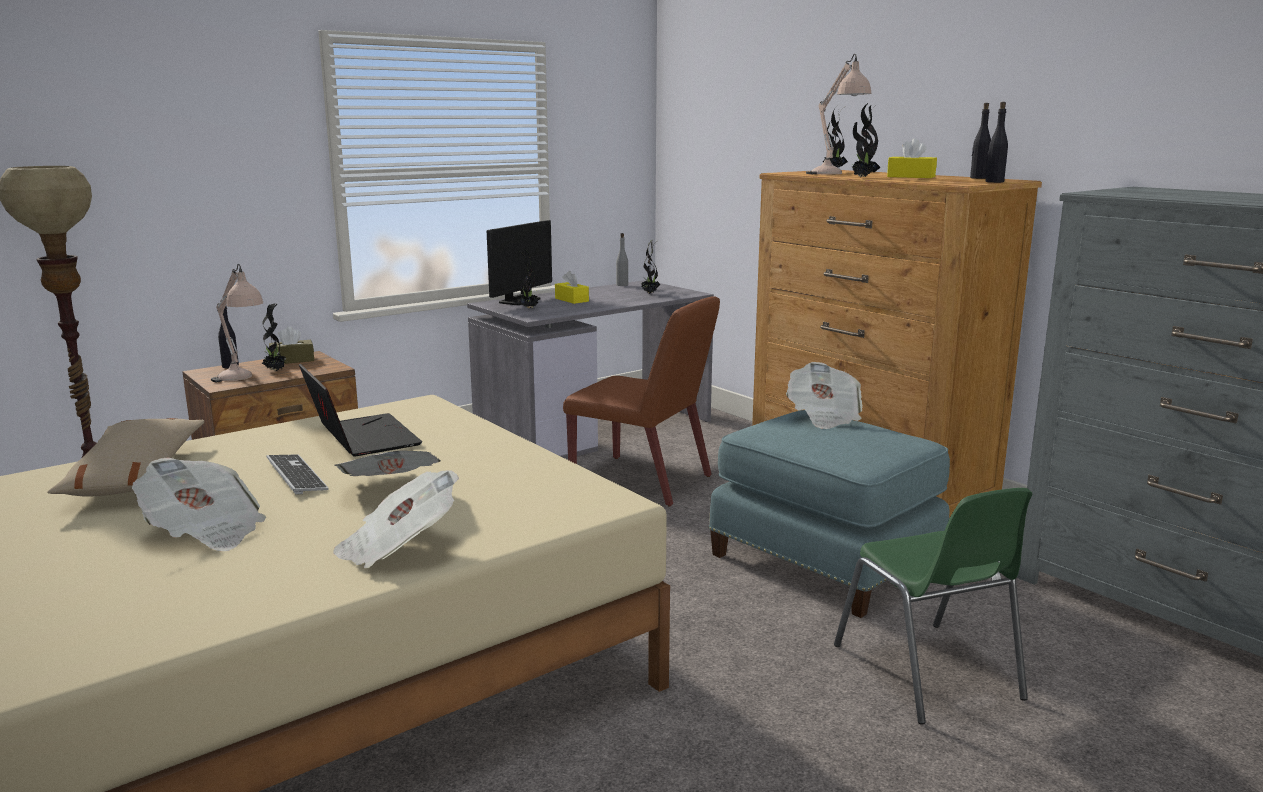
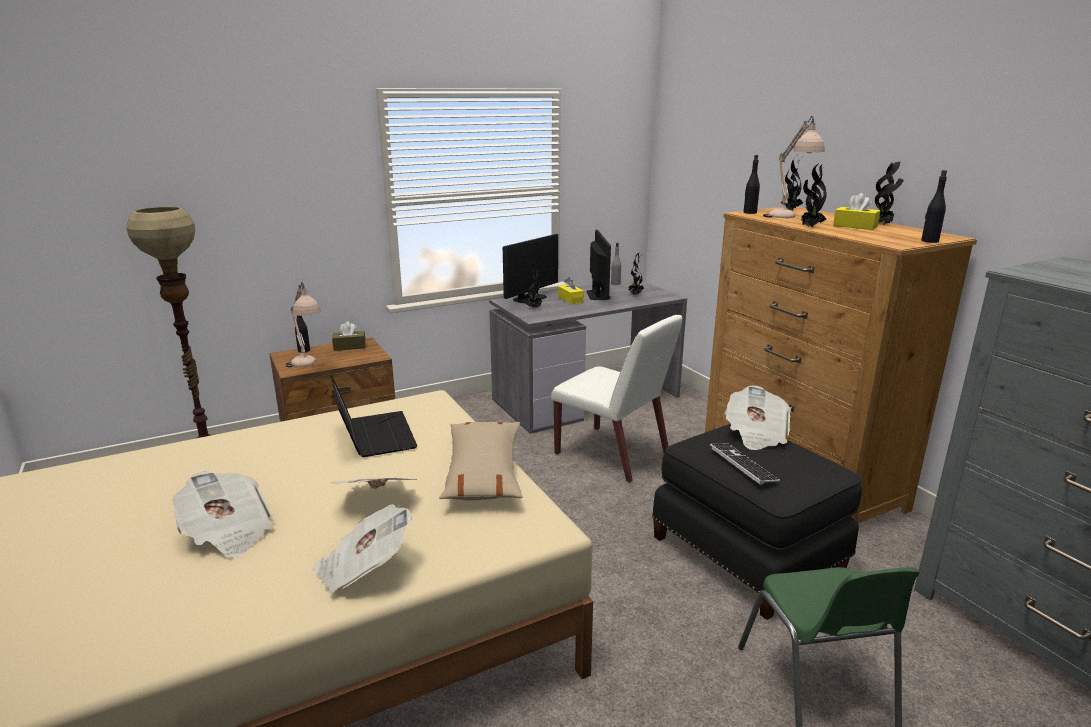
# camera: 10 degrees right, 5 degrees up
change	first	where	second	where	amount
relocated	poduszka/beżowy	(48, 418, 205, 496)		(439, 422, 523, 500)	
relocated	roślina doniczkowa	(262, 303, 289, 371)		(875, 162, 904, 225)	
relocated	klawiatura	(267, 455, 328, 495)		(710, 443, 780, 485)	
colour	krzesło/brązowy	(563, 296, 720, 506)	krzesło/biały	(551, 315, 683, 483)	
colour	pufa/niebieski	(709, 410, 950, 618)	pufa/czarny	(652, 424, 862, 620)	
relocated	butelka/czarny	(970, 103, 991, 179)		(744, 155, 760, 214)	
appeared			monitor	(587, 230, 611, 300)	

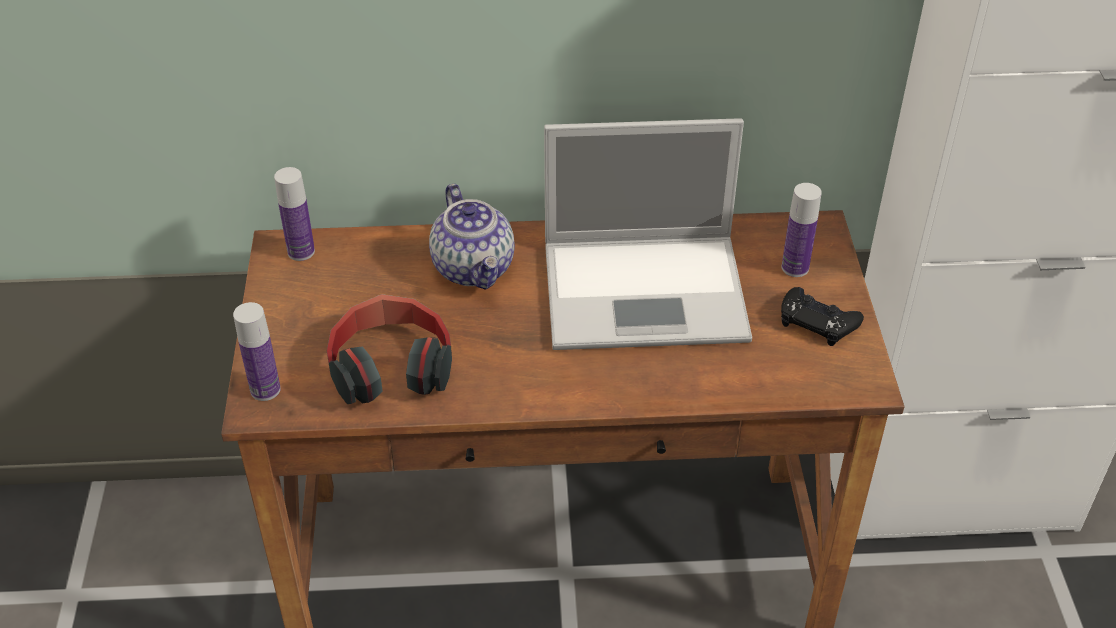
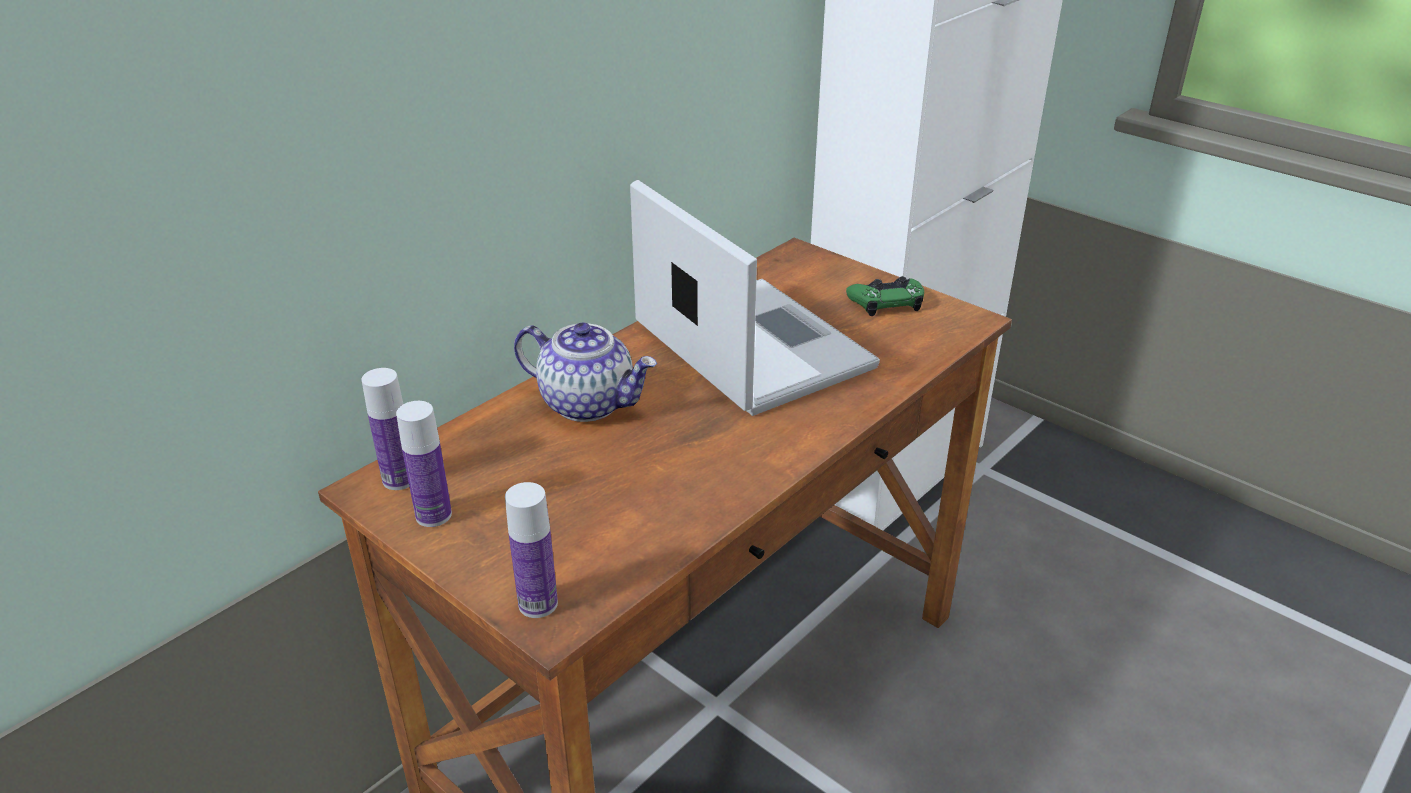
# camera: 45 degrees left, 10 degrees down
change	first	where	second	where	amount
missing	słuchawki	(327, 294, 452, 404)			
spun	laptop	(544, 118, 752, 350)		(630, 180, 880, 416)	75 degrees counterclockwise
colour	pad do gier/czarny	(781, 287, 864, 346)	pad do gier/zielony	(846, 276, 924, 316)	
relocated	butelka	(782, 183, 822, 277)		(396, 401, 452, 527)	

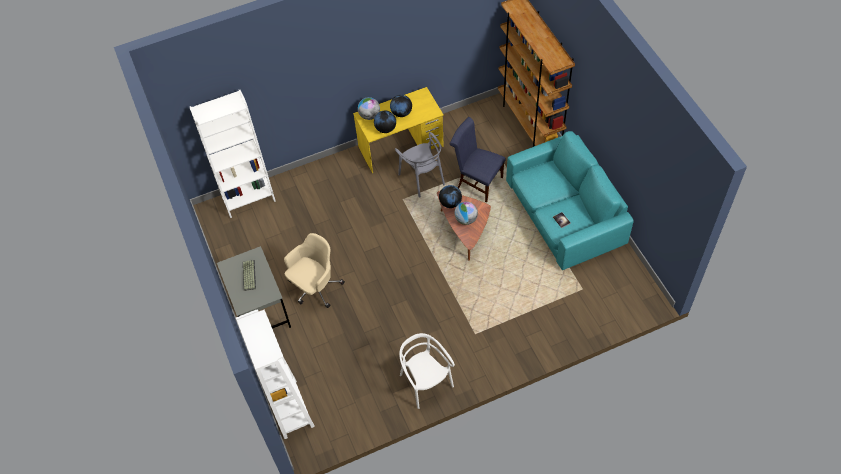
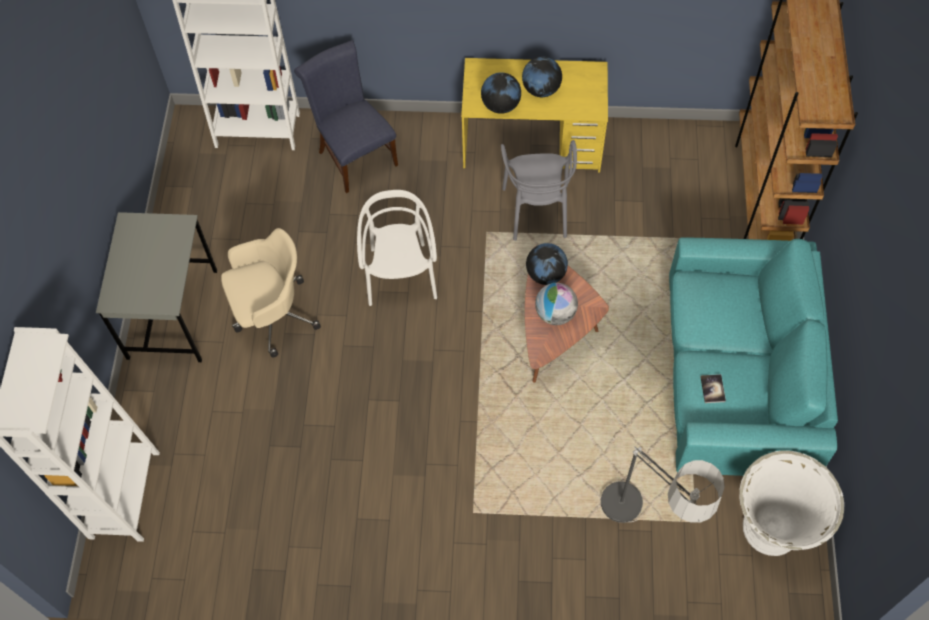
# camera: 25 degrees right, 5 degrees up
change	first	where	second	where	amount
missing	klawiatura	(243, 260, 256, 291)			
missing	globus	(358, 97, 380, 120)			
relocated	krzesło/biały	(399, 333, 455, 409)		(357, 190, 437, 306)	
relocated	krzesło/niebieski	(450, 117, 506, 202)		(294, 40, 398, 193)	
appeared			lampa stojąca	(601, 446, 725, 523)	
appeared			donica/biały	(739, 450, 844, 556)	

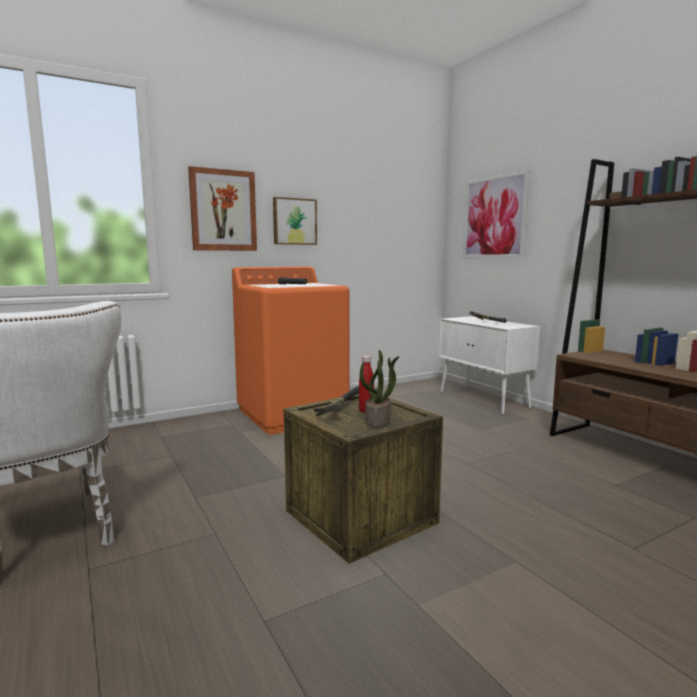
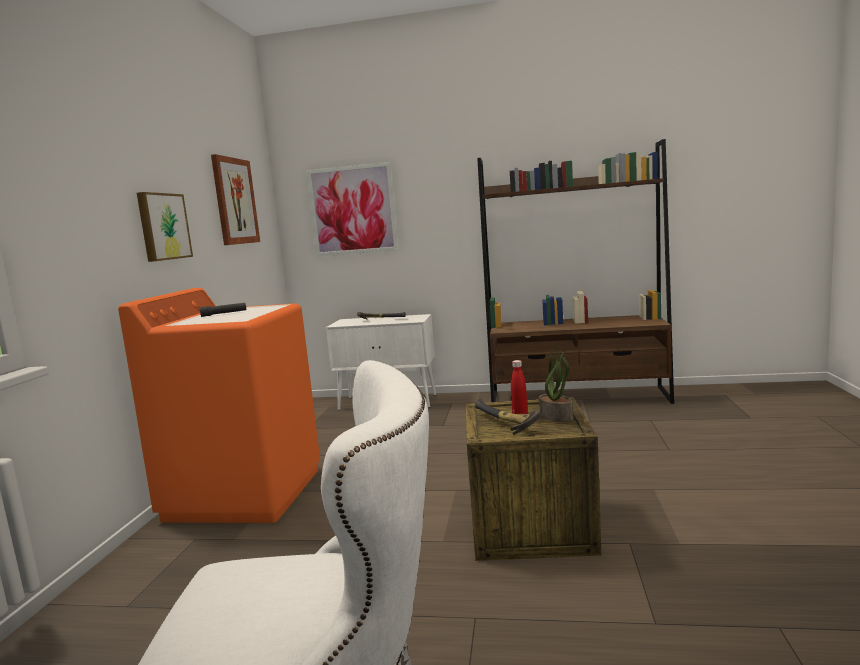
# camera: 50 degrees left, 0 degrees up
change	first	where	second	where	amount
relocated	obraz	(188, 166, 257, 251)		(211, 154, 260, 245)	

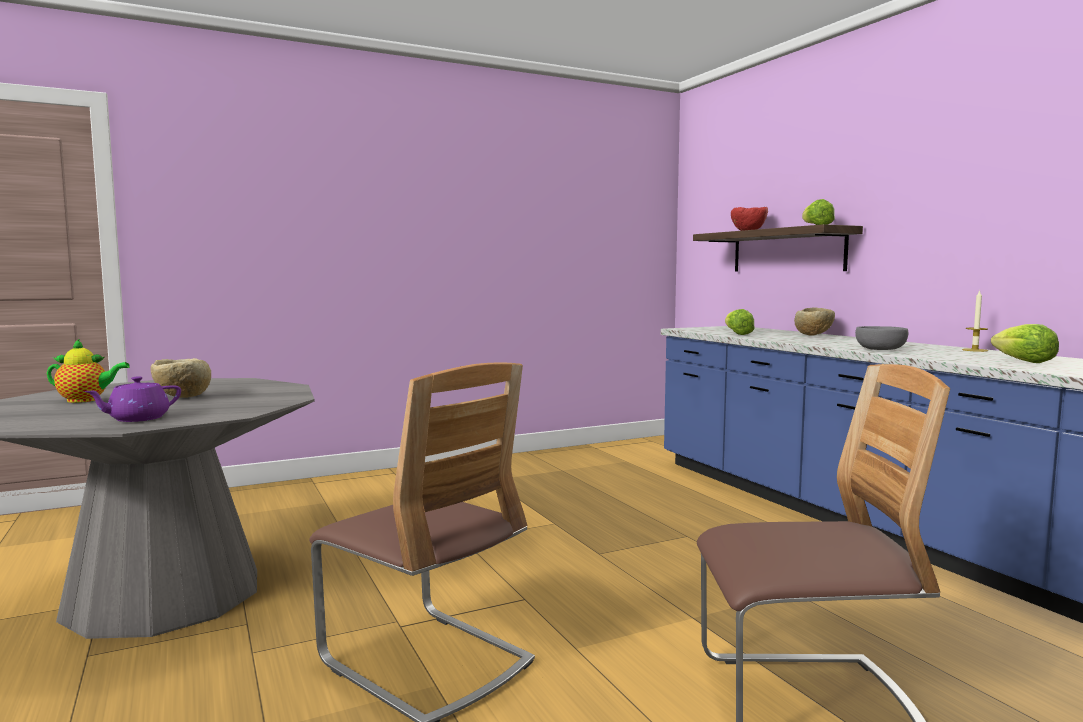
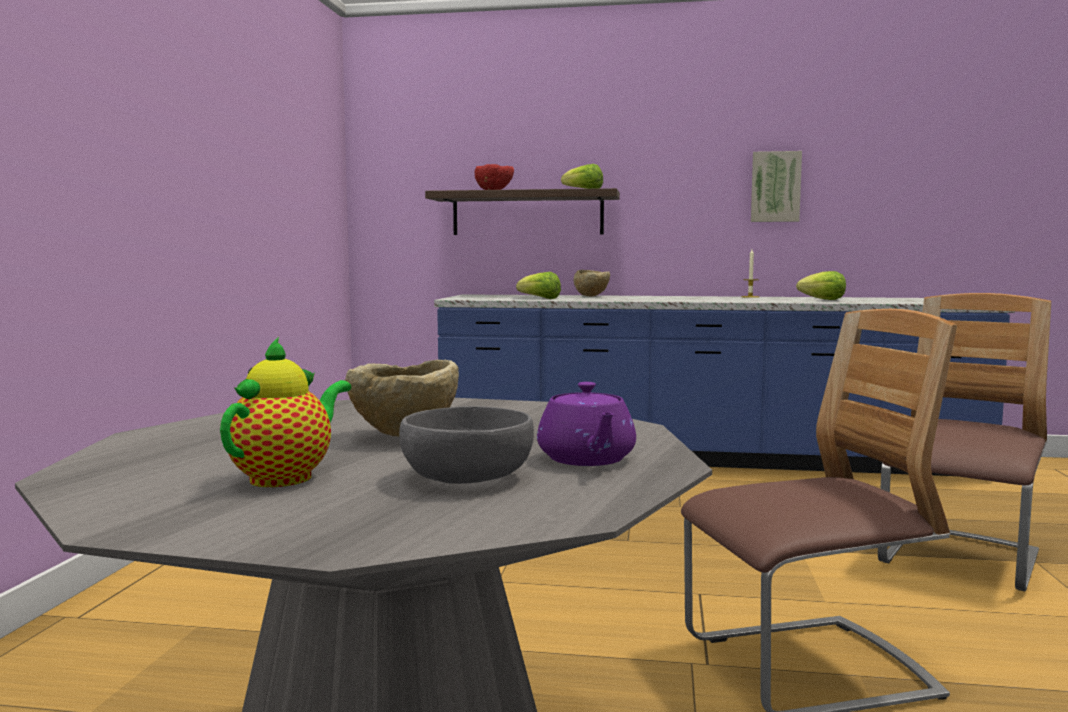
# camera: 55 degrees left, 0 degrees up
change	first	where	second	where	amount
relocated	miska/szary	(855, 326, 908, 350)		(399, 406, 534, 484)	
appeared			obraz	(751, 151, 802, 222)	

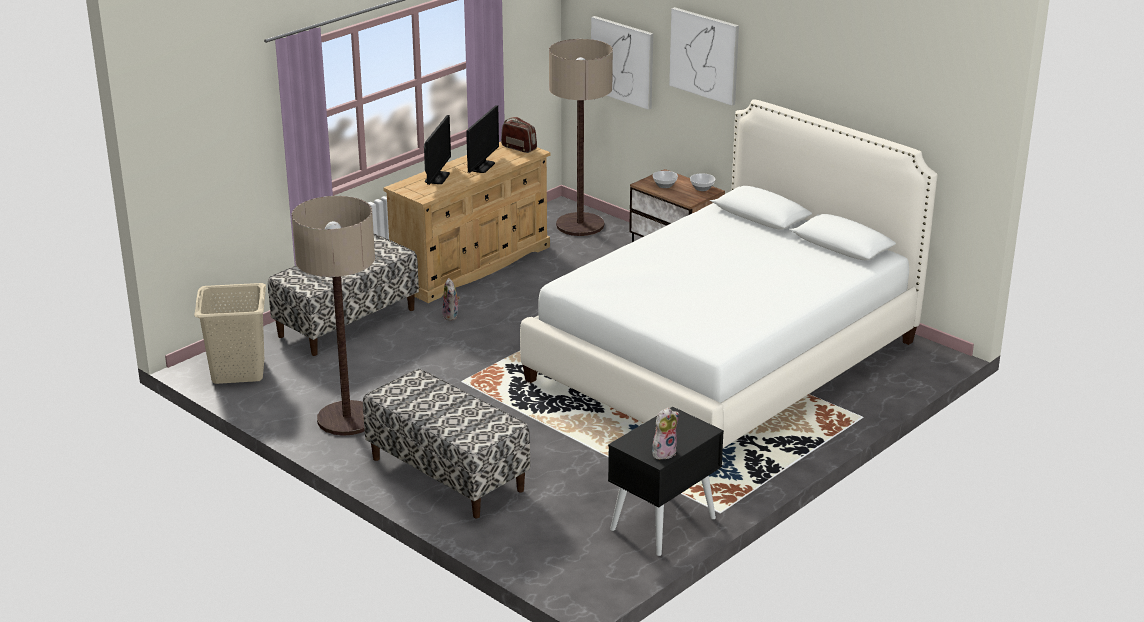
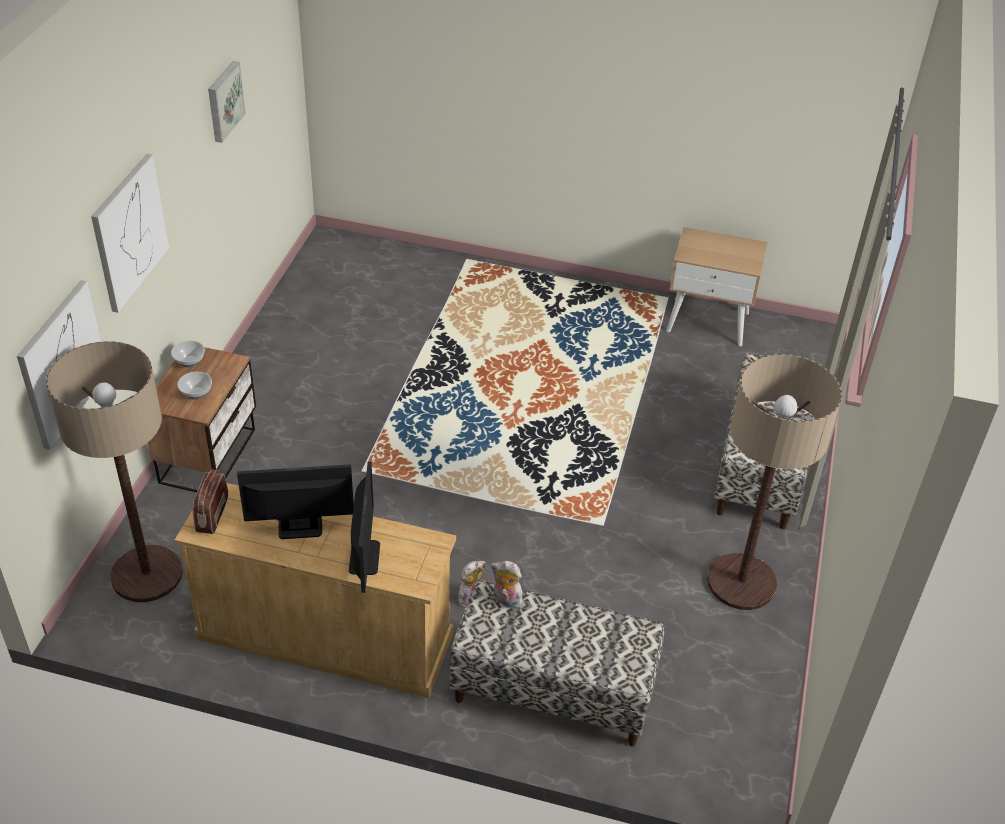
# camera: 120 degrees left, 15 degrees up
change	first	where	second	where	amount
missing	kosz na pranie/beżowy	(194, 283, 266, 384)			
spun	monitor	(424, 115, 451, 185)		(349, 462, 380, 593)	105 degrees clockwise
missing	łóżko/biały	(520, 99, 937, 448)			
colour	szafka nocna/czarny	(608, 407, 724, 556)	szafka nocna/beżowy	(666, 227, 767, 346)	
relocated	pluszak	(652, 407, 679, 461)		(490, 561, 523, 608)	
appeared			obraz	(208, 61, 246, 143)	

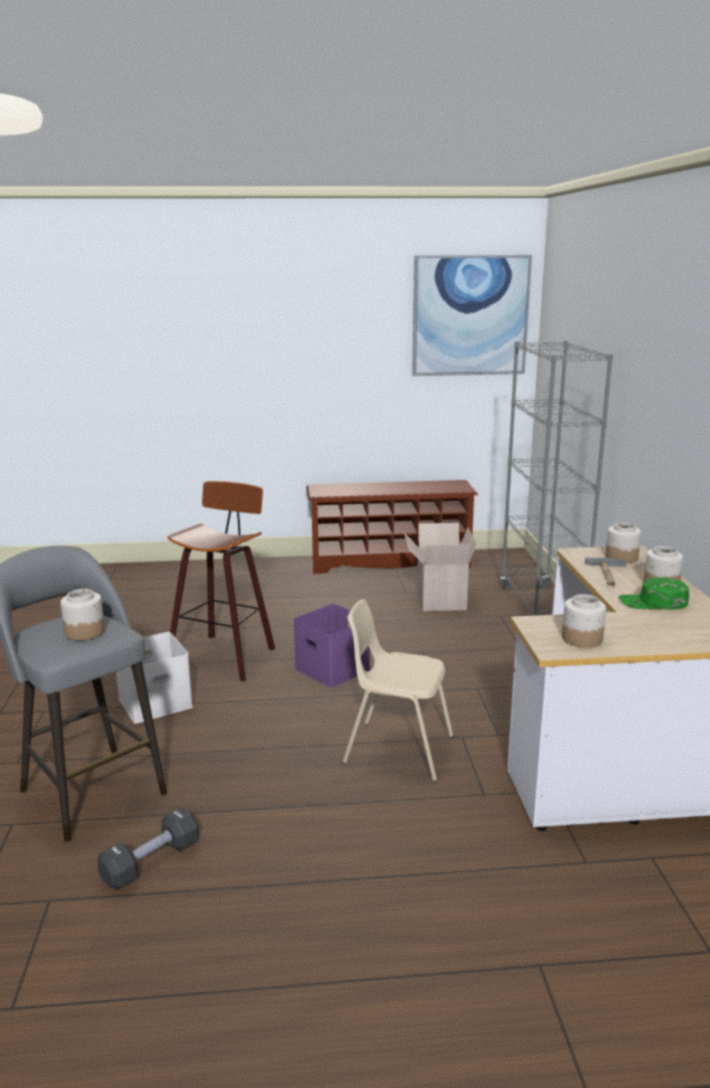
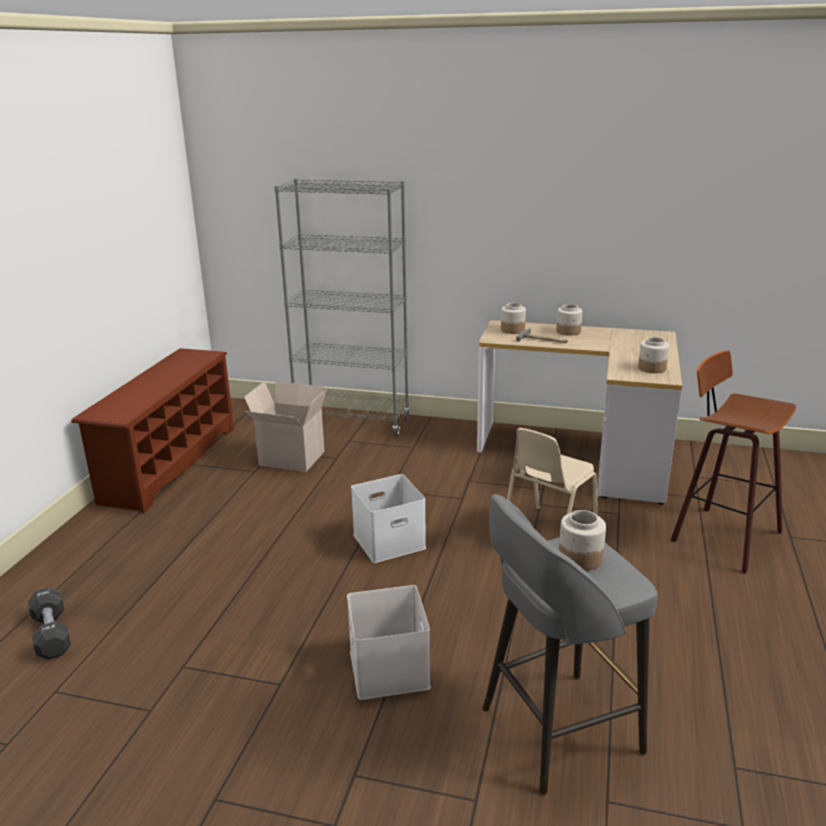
# camera: 70 degrees left, 5 degrees up
change	first	where	second	where	amount
relocated	hantel/czarny	(97, 807, 199, 890)		(28, 588, 71, 660)	
relocated	stołek	(168, 481, 275, 682)		(670, 350, 796, 574)	
colour	pojemnik do przechowywania/fioletowy	(293, 604, 370, 688)	pojemnik do przechowywania/biały	(351, 474, 426, 563)	
missing	obraz	(412, 255, 532, 376)			
missing	czapka z daszkiem/zielony	(619, 577, 689, 610)			

